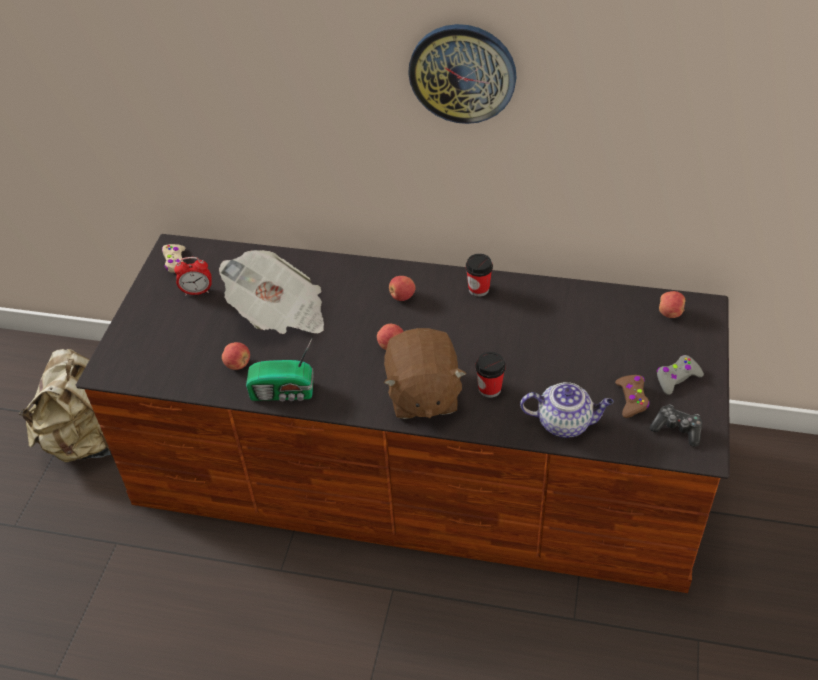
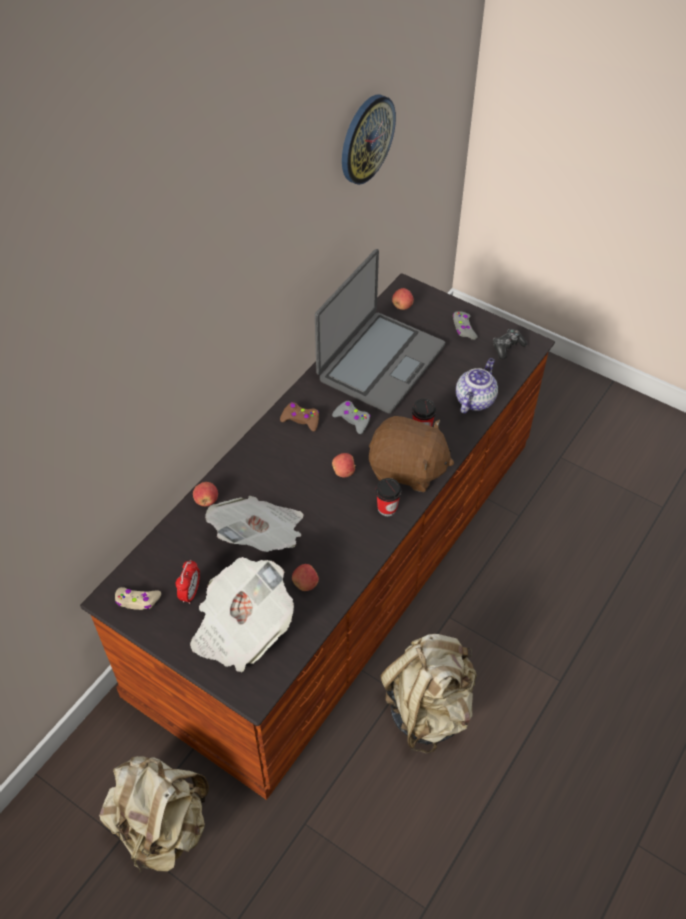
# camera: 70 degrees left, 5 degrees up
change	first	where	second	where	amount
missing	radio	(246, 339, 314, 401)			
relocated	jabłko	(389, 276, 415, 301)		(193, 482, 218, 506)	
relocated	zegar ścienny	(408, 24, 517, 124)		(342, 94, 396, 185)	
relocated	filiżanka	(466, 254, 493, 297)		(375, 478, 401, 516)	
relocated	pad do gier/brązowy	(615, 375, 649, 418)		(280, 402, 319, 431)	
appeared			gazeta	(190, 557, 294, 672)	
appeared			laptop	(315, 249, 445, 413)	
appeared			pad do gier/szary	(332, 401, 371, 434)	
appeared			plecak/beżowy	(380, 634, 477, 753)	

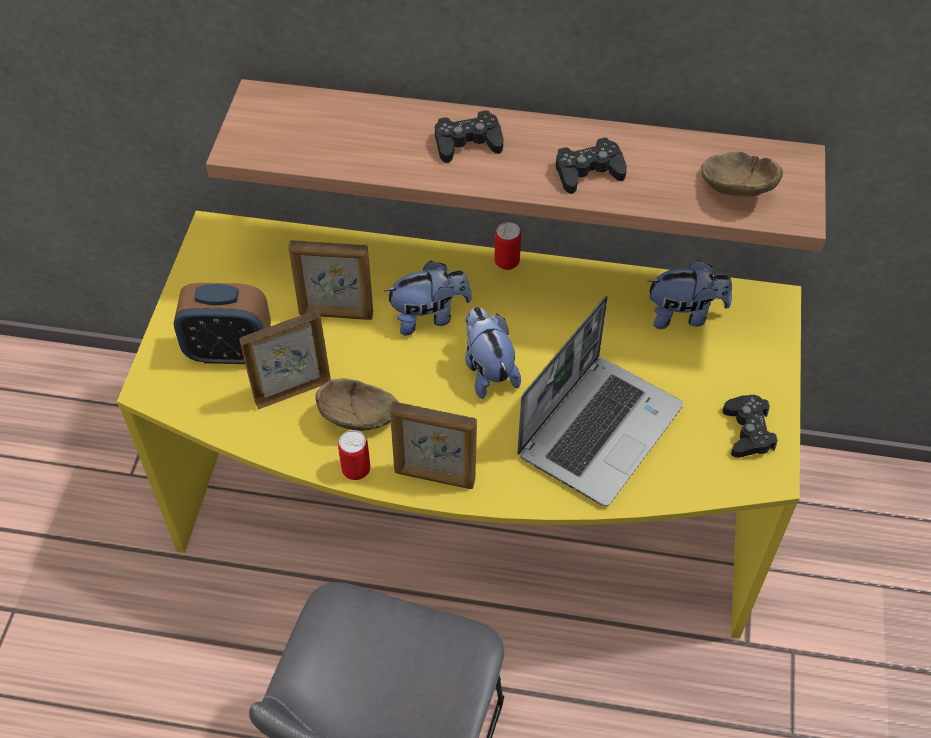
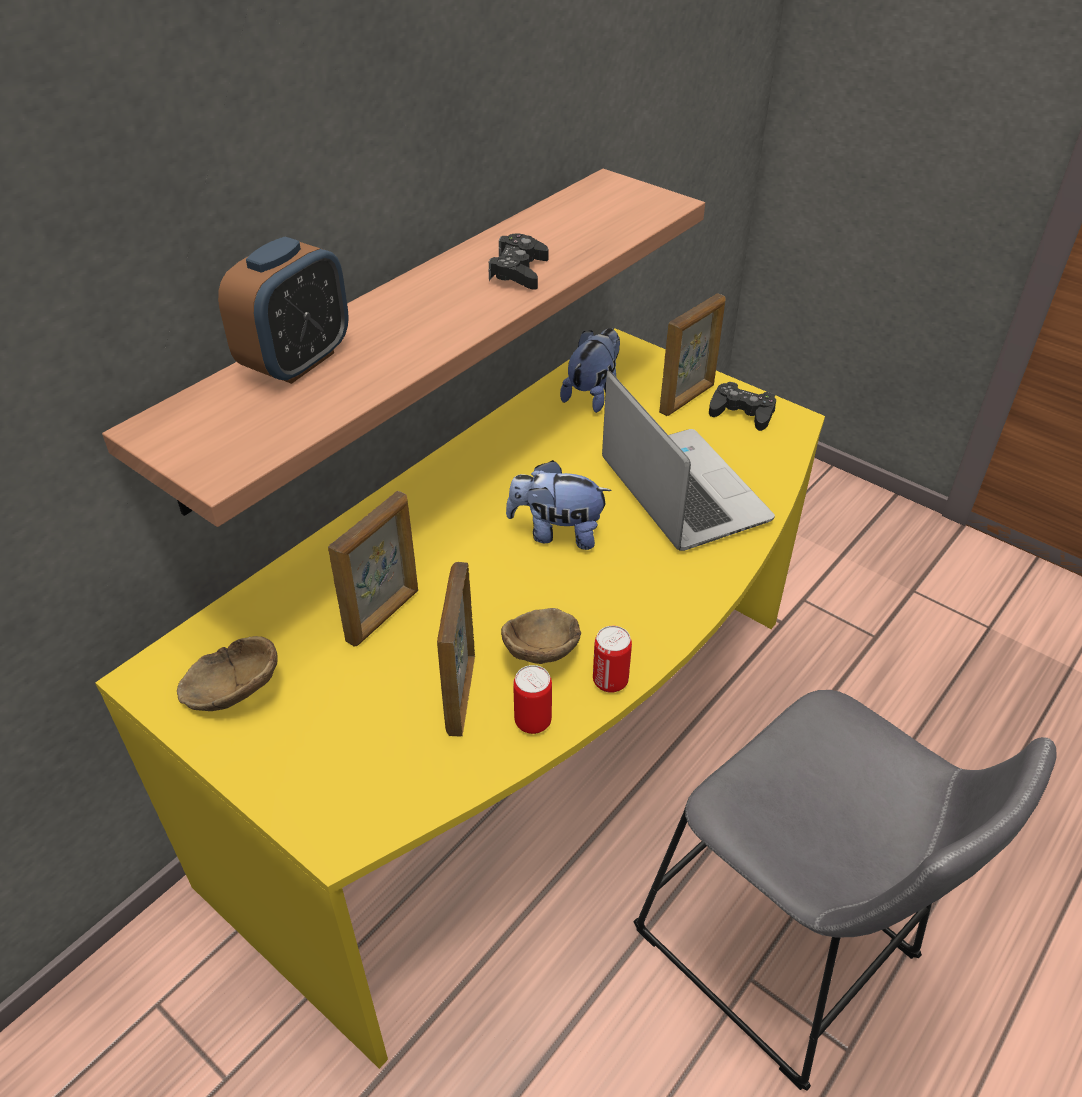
# camera: 60 degrees left, 10 degrees down
change	first	where	second	where	amount
relocated	budzik	(174, 283, 271, 364)		(218, 237, 349, 384)	
missing	pluszak	(384, 261, 472, 335)			
relocated	ramka na zdjęcie	(390, 401, 477, 489)		(659, 294, 726, 416)	
missing	pad do gier/czarny	(435, 110, 503, 163)			
relocated	puszka	(494, 222, 521, 270)		(513, 665, 552, 734)	
relocated	miska/brązowy	(701, 152, 783, 196)		(177, 636, 278, 711)	

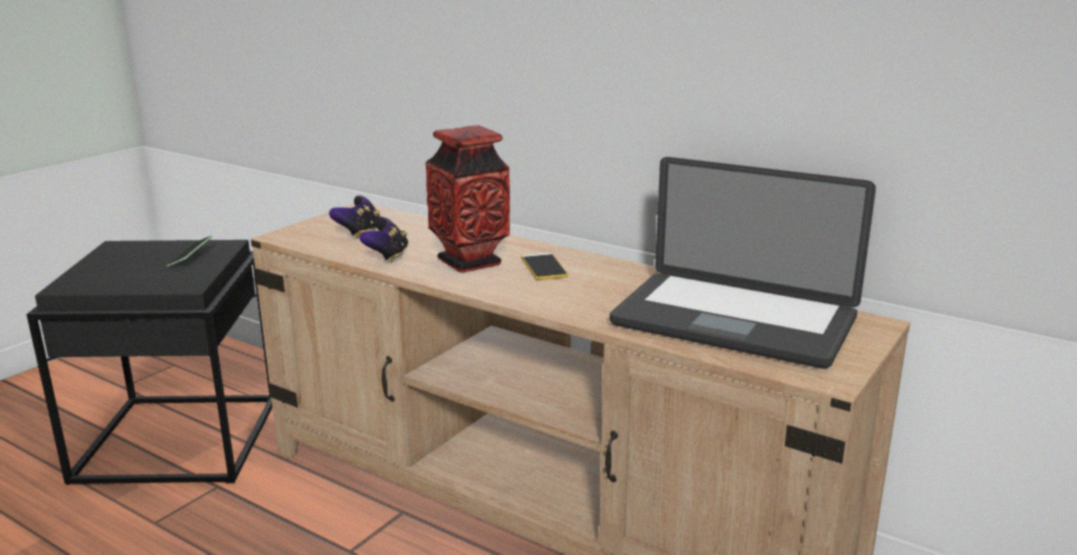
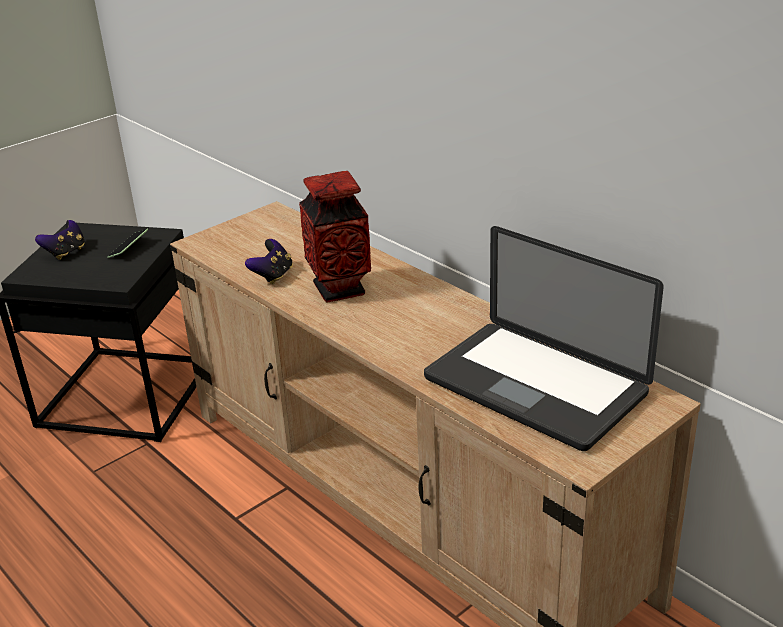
# camera: 15 degrees right, 10 degrees up
change	first	where	second	where	amount
relocated	pad do gier	(329, 196, 380, 238)		(35, 220, 85, 260)	
missing	telefon	(521, 252, 568, 280)			

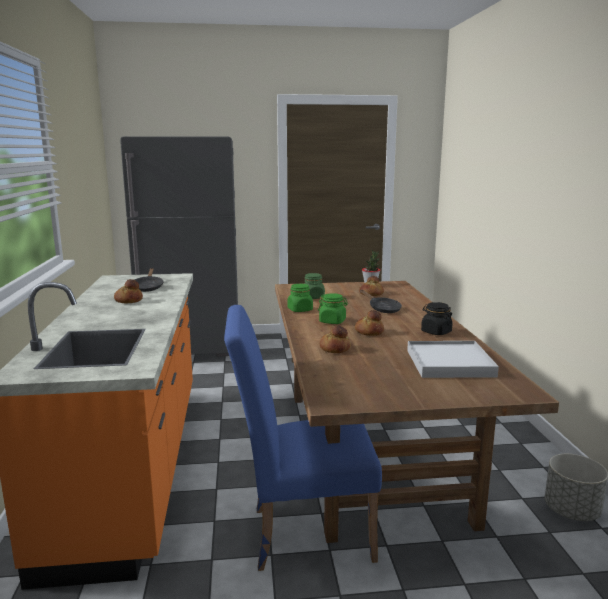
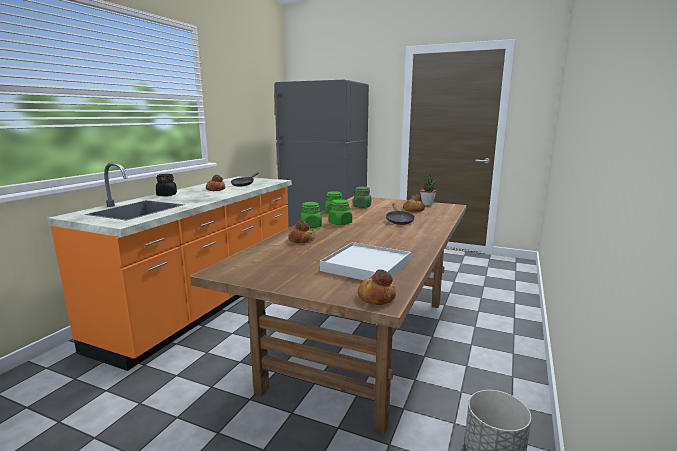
# camera: 30 degrees right, 0 degrees up
change	first	where	second	where	amount
missing	krzesło/niebieski	(224, 305, 382, 571)			
relocated	chleb	(355, 310, 384, 336)		(358, 269, 396, 305)	
relocated	słoik/czarny	(421, 302, 453, 335)		(156, 174, 177, 196)	
appeared			słoik/zielony	(300, 202, 322, 228)	

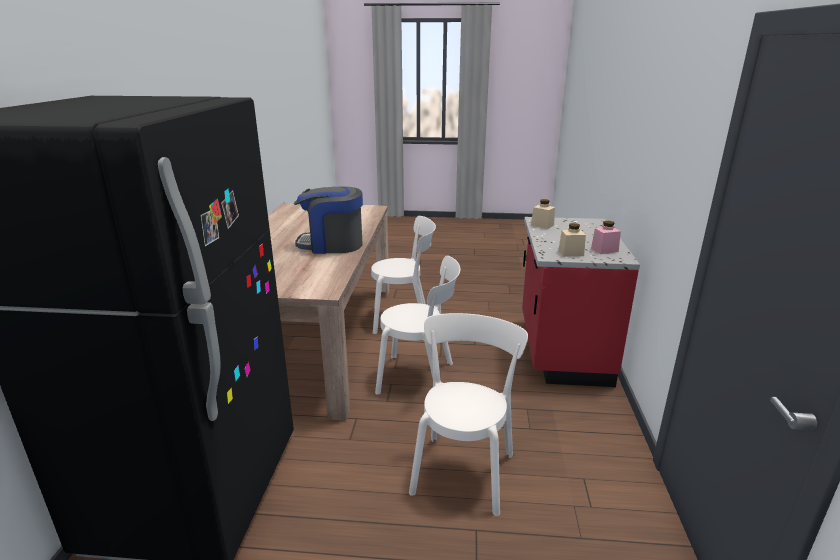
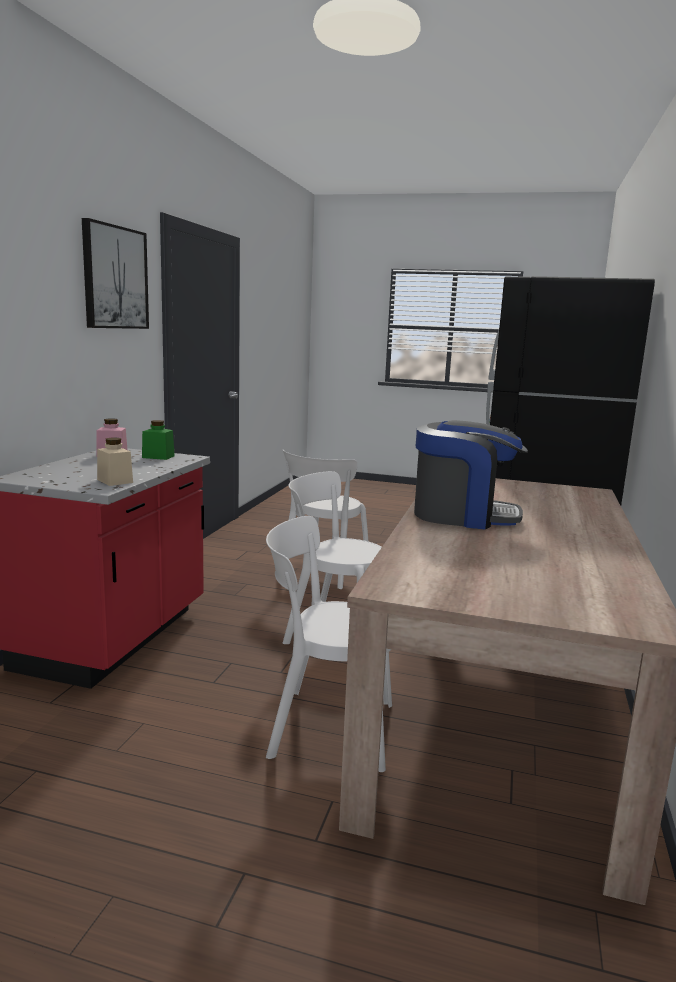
# camera: 170 degrees left, 10 degrees down
change	first	where	second	where	amount
colour	słoik/beżowy	(558, 223, 586, 256)	słoik/zielony	(142, 420, 175, 460)	
appeared			obraz	(82, 218, 149, 329)	

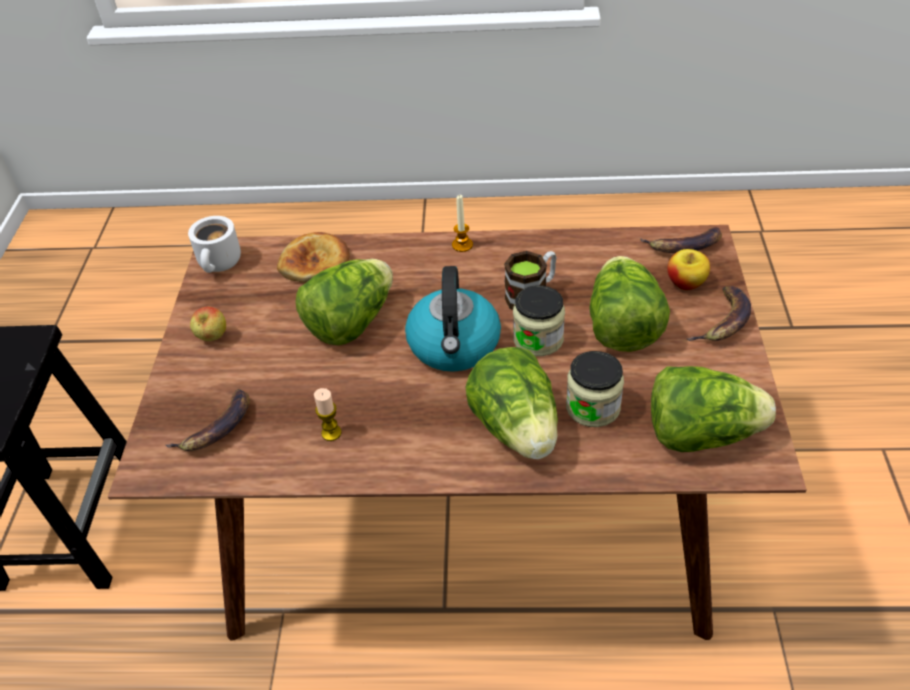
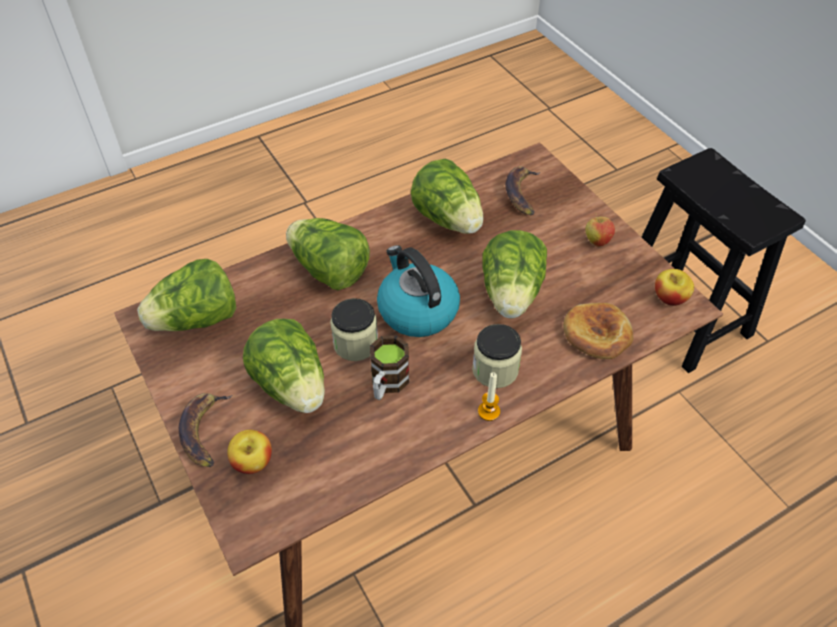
# camera: 145 degrees right, 5 degrees up
change	first	where	second	where	amount
exchanged	kubek/biały	(188, 216, 241, 273)	jabłko	(655, 269, 694, 306)	
exchanged	świeca	(314, 388, 342, 441)	sałata	(411, 159, 484, 234)	
relocated	słoik	(566, 351, 624, 427)		(472, 324, 522, 388)	
missing	banan	(640, 227, 722, 253)			

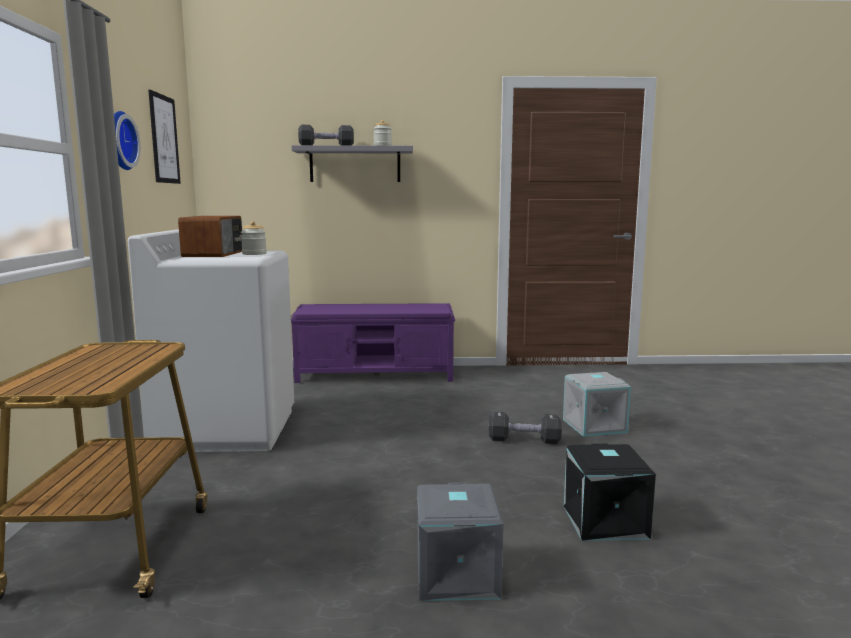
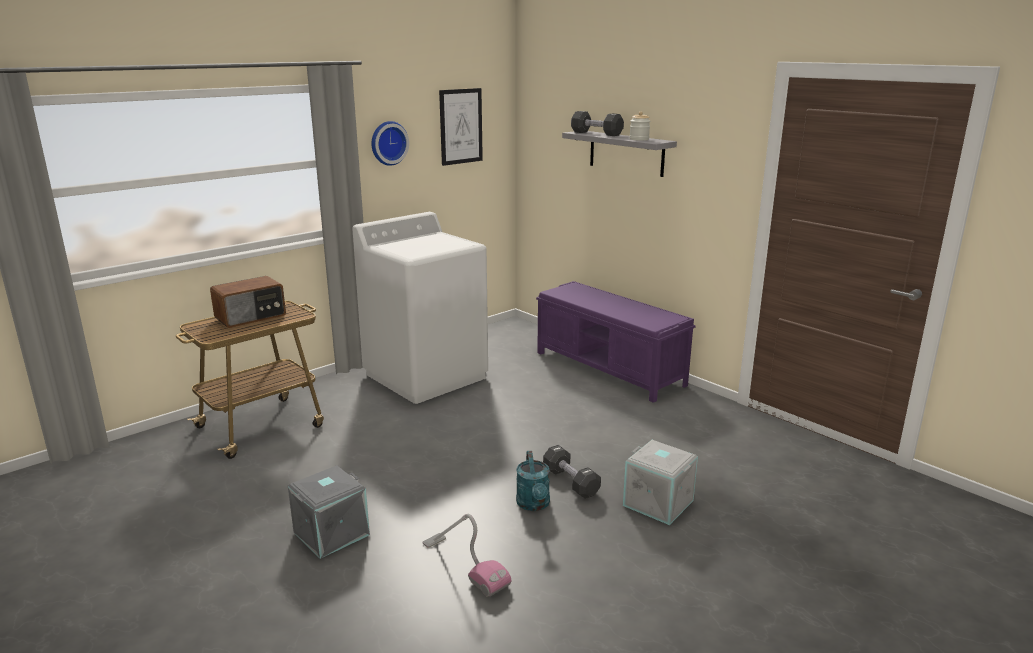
# camera: 50 degrees right, 10 degrees up
change	first	where	second	where	amount
relocated	radio	(178, 216, 242, 257)		(210, 276, 286, 328)	
missing	słoik	(241, 221, 267, 255)			
exchanged	pojemnik do przechowywania/czarny	(564, 444, 656, 541)	odkurzacz	(423, 514, 511, 597)	
appeared			konewka/turkusowy	(516, 451, 550, 511)	

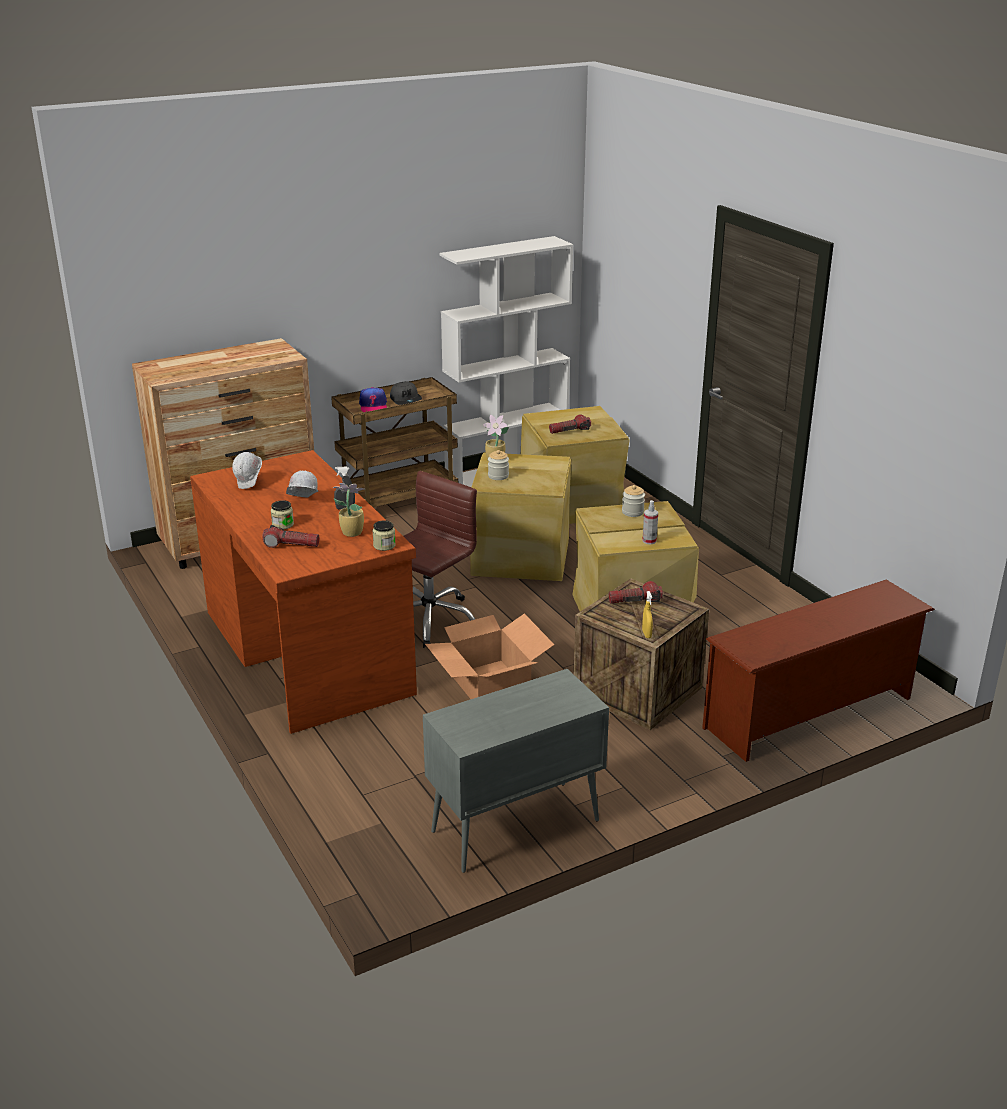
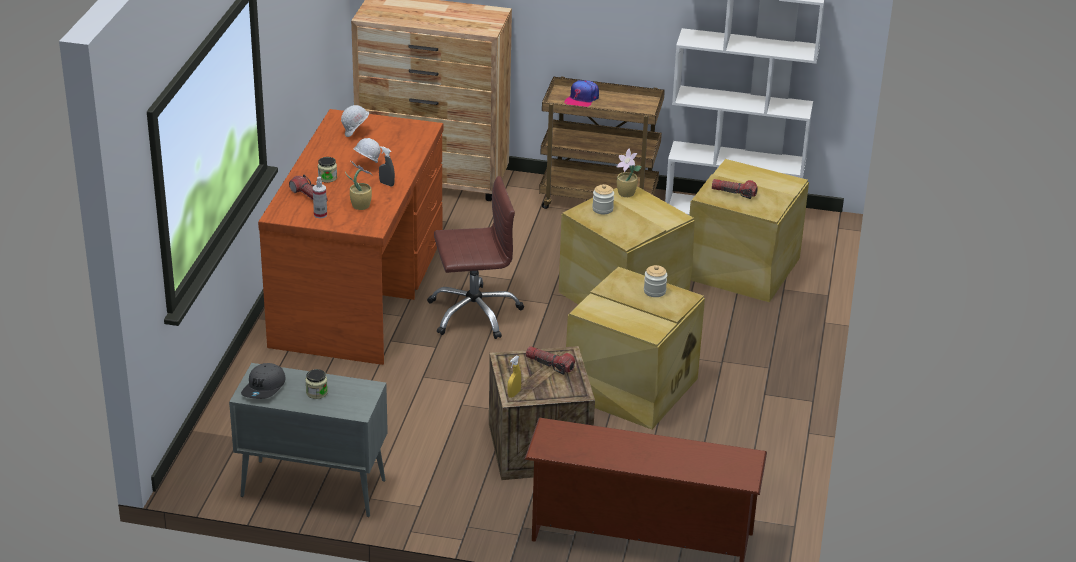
# camera: 40 degrees right, 5 degrees up
change	first	where	second	where	amount
relocated	słoik	(373, 521, 396, 551)		(305, 369, 328, 399)	
relocated	czapka z daszkiem/szary	(390, 381, 422, 405)		(241, 363, 286, 399)	
missing	karton	(425, 614, 555, 699)			
relocated	spryskiwacz	(642, 500, 658, 544)		(313, 176, 327, 219)	

